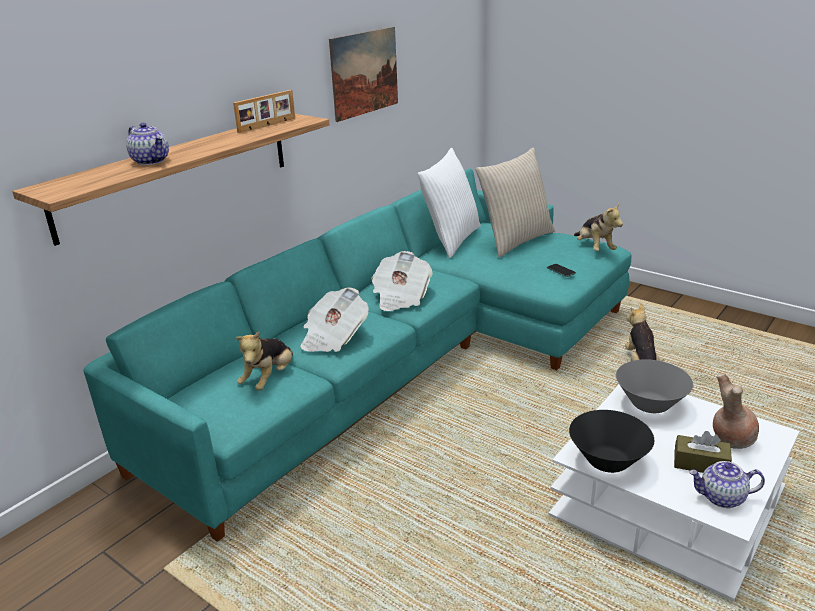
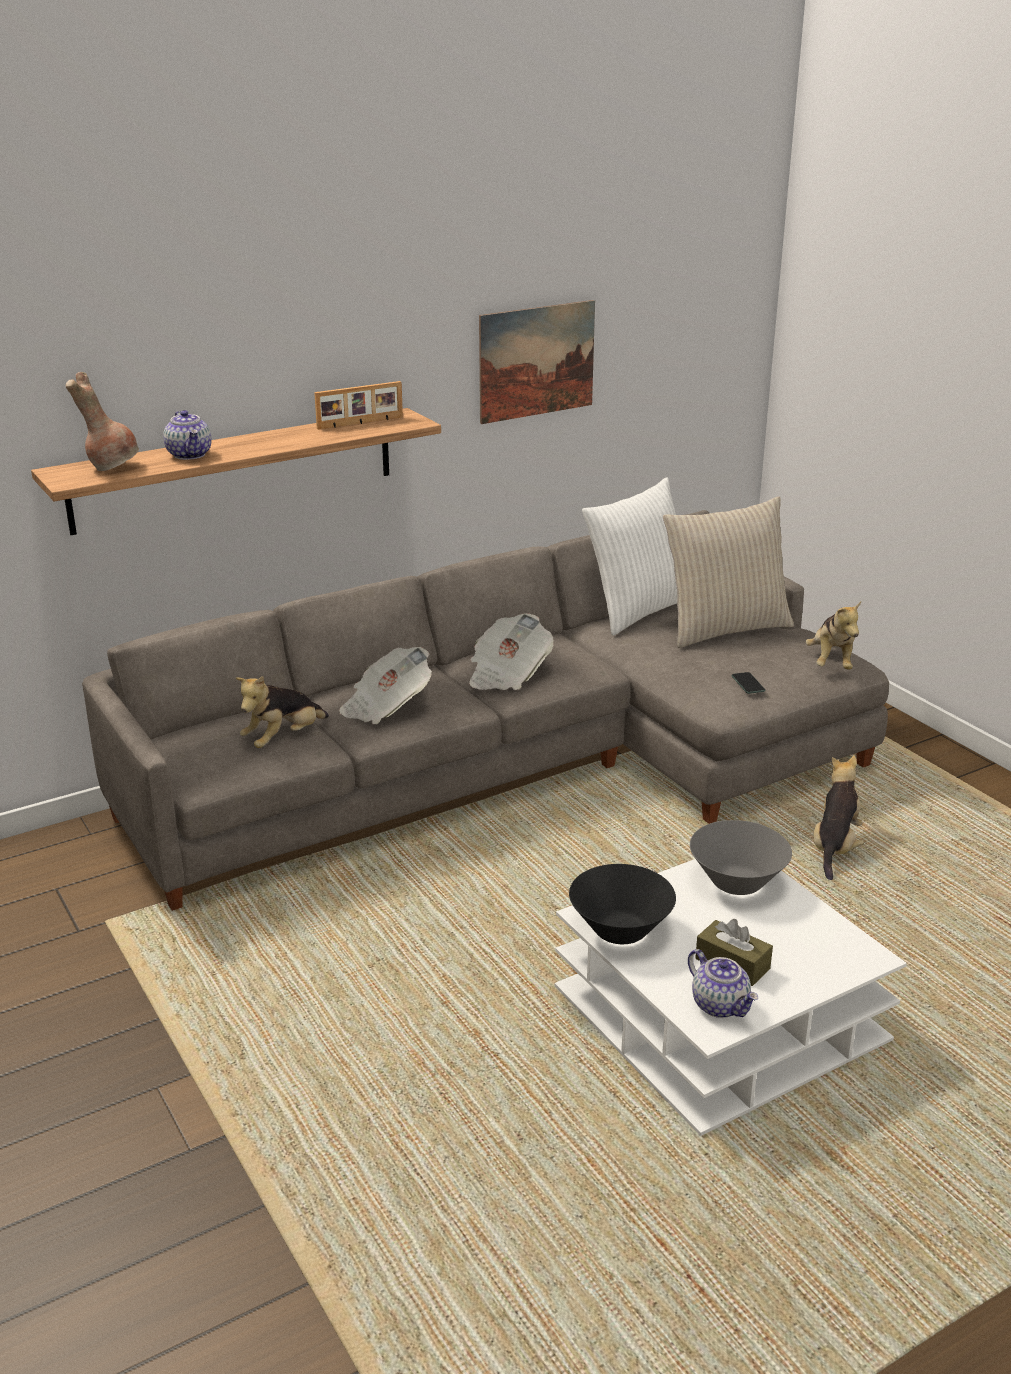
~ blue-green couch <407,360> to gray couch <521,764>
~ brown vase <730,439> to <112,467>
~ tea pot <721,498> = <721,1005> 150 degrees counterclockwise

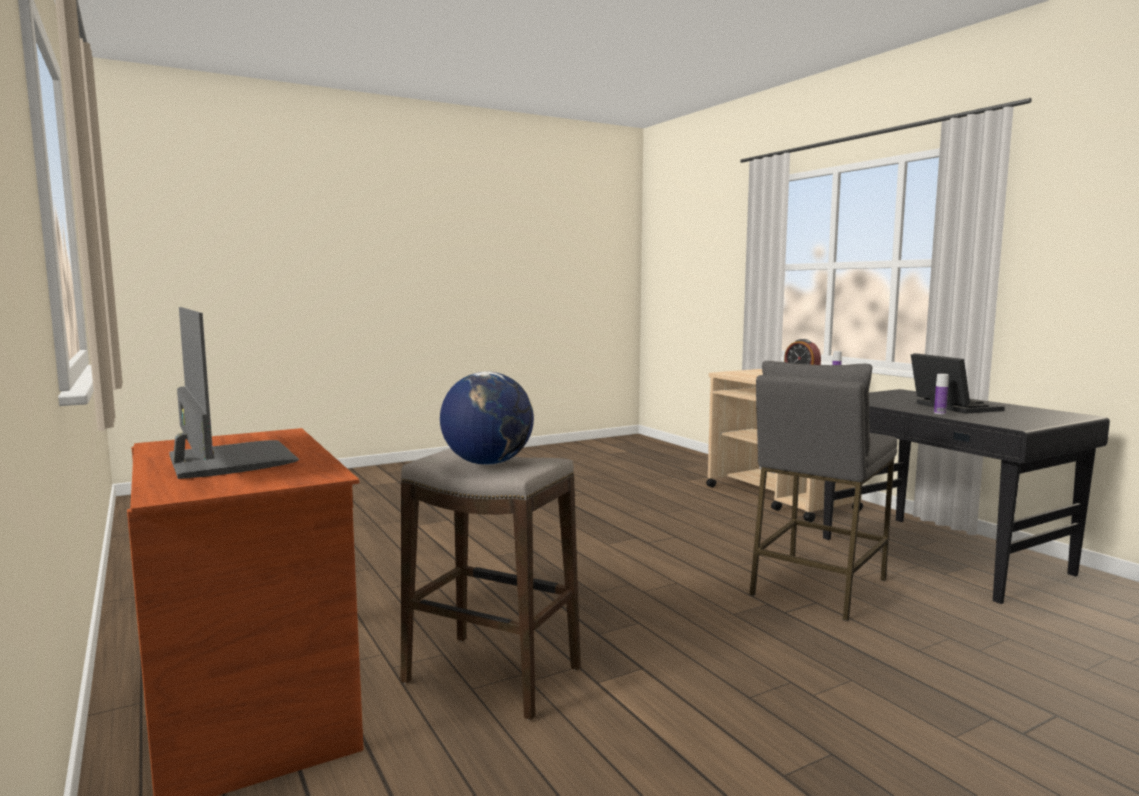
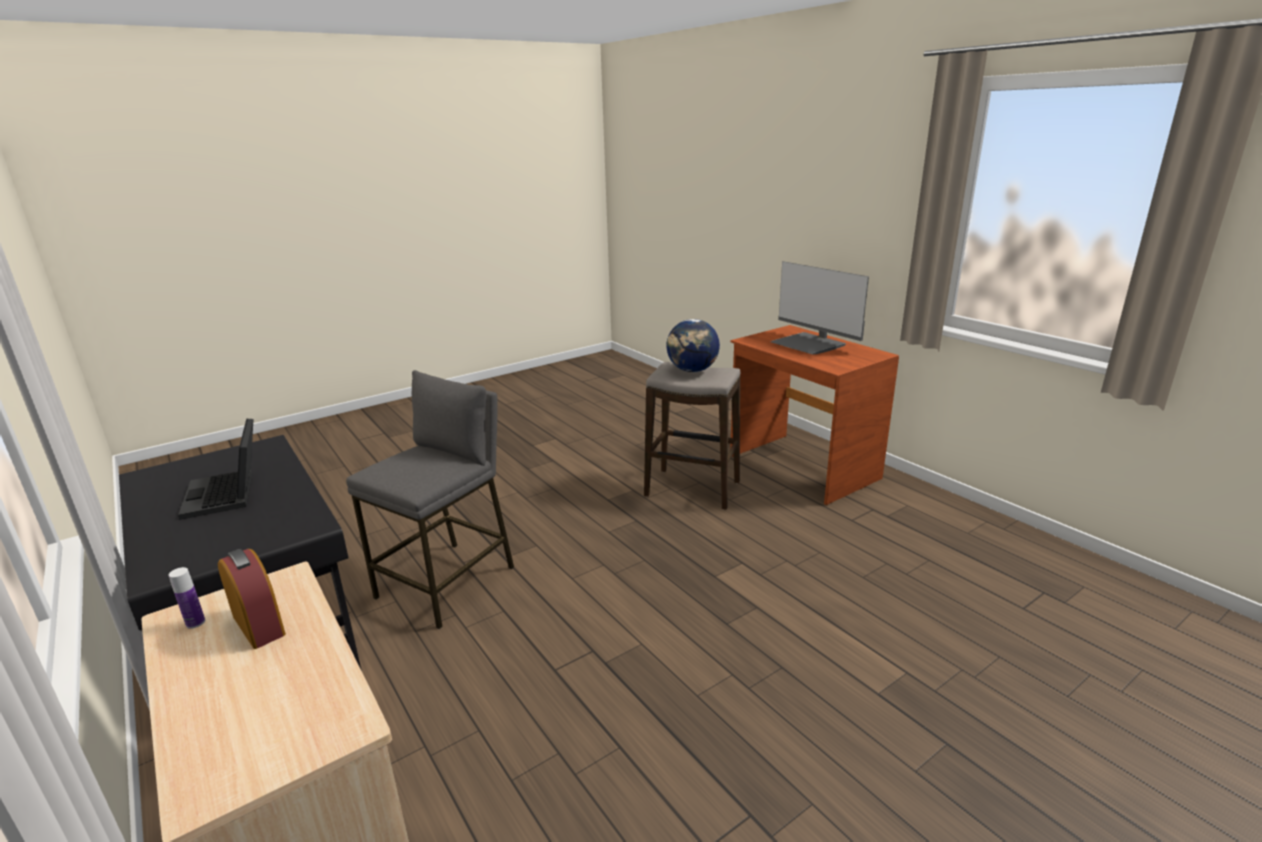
- bottle <939,413>

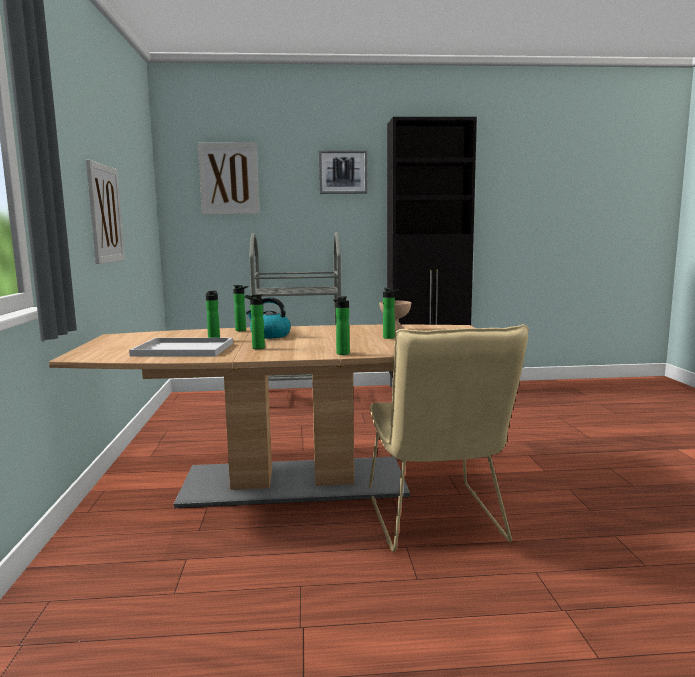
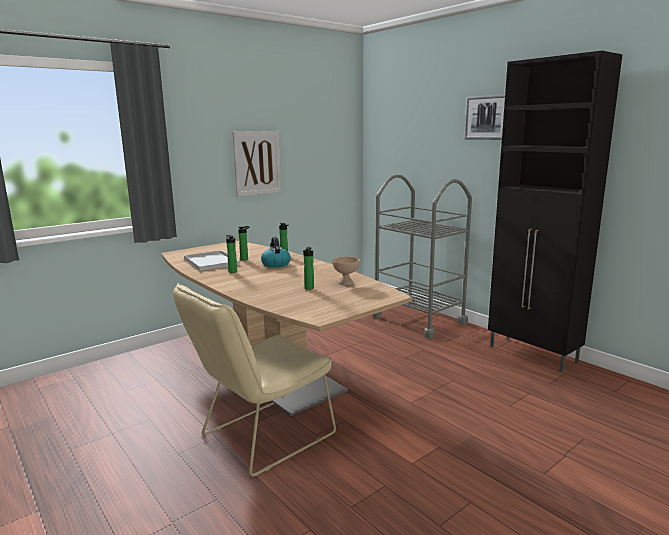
- picture <229,178>
- bottle <342,354>

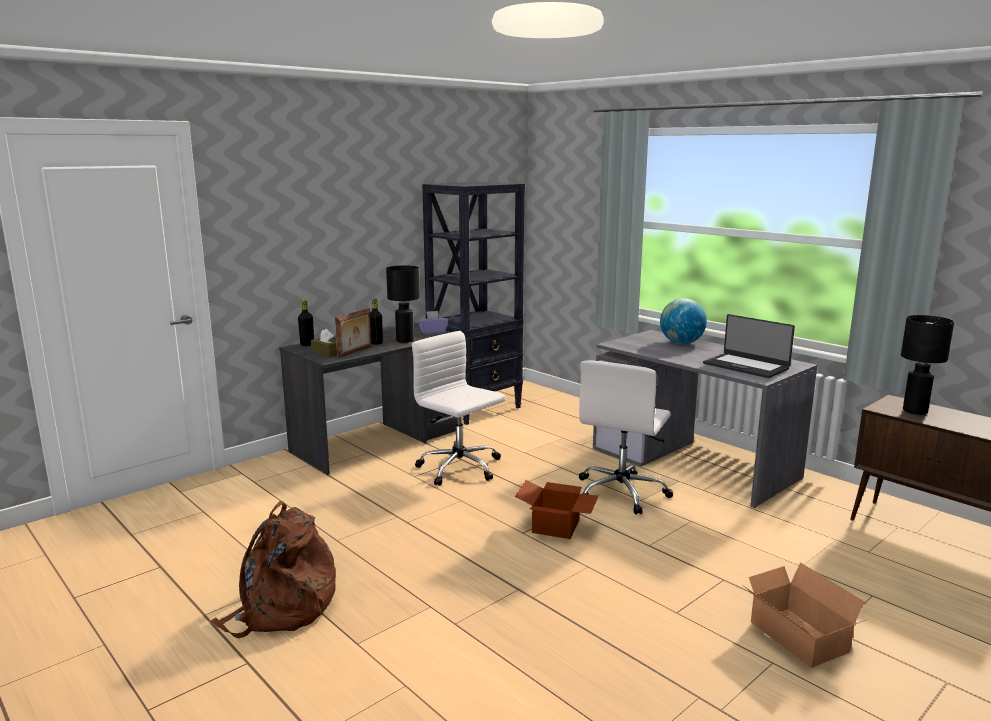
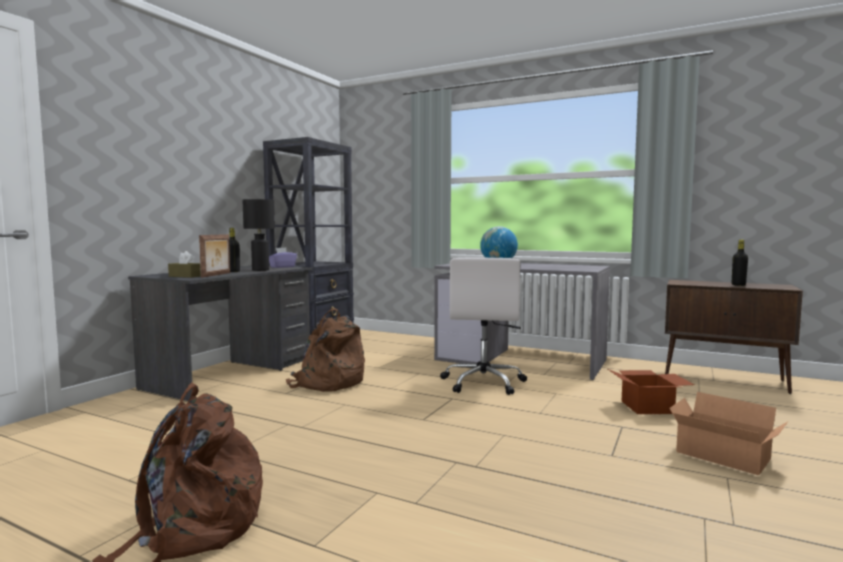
~ black-coloured bottle <307,345> to <738,285>
- laptop <746,366>
- black-coloured tabletop lamp <914,411>
~ white office chair <460,468> to brown knapsack <328,383>
~ packing box <557,527> to <649,407>

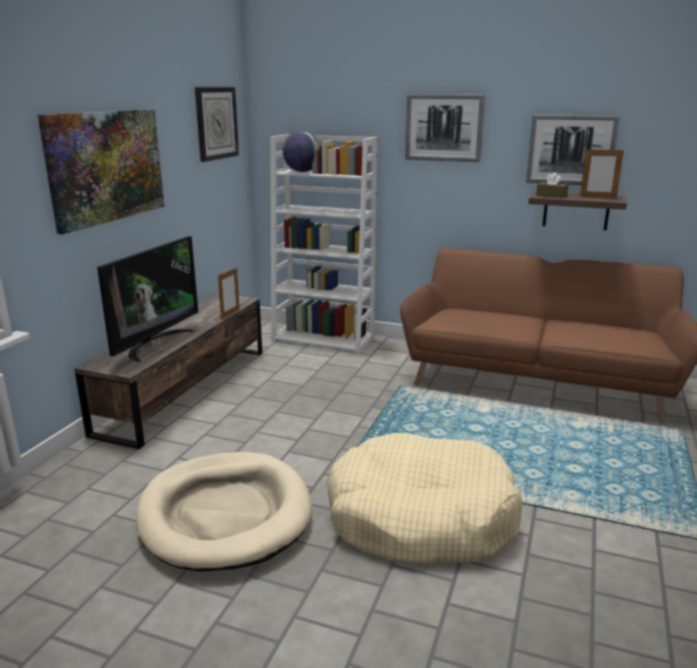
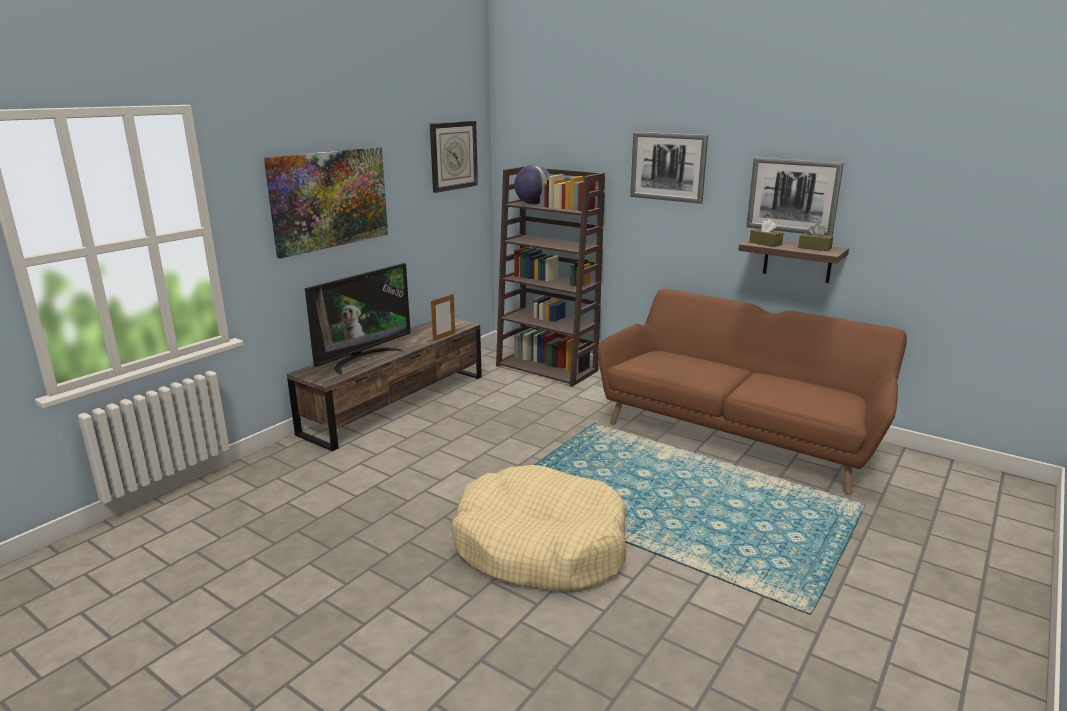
~ white bookcase <324,338> to brown bookcase <548,368>
~ standing frame <598,197> to brown box of tissues <814,248>
- sand-coloured dog bed <225,514>

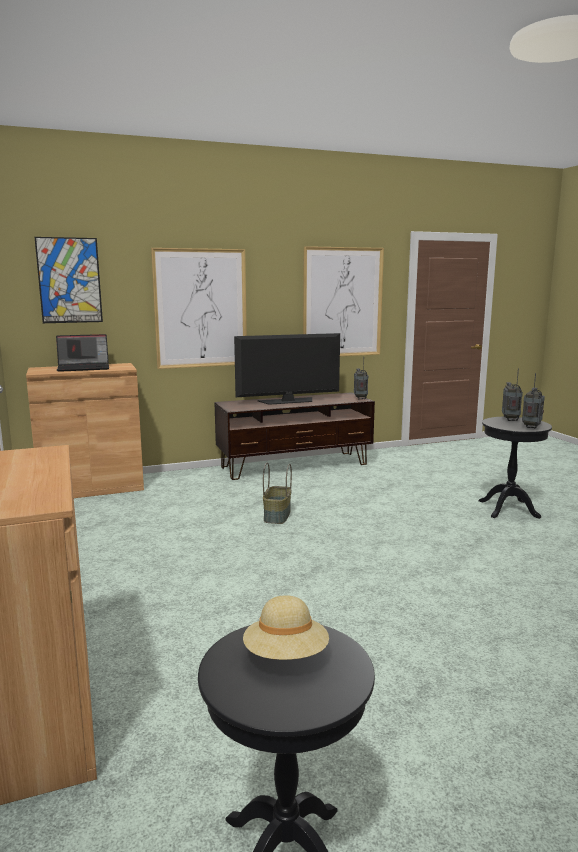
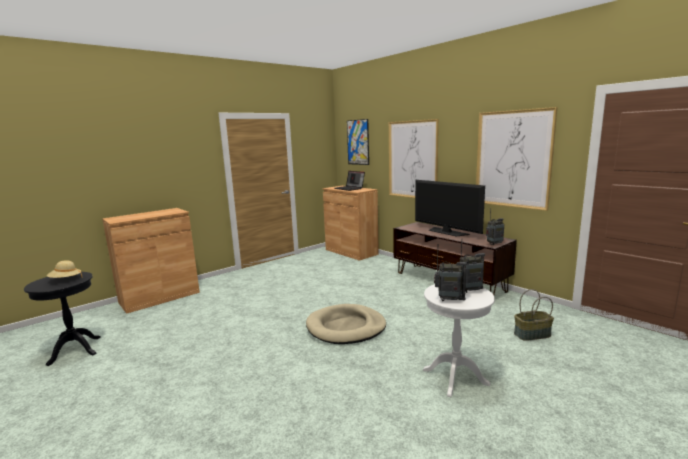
~ black-coloured accent table <508,509> to white accent table <455,377>
~ basket <278,516> to <532,335>
+ sand-coloured dog bed <346,327>

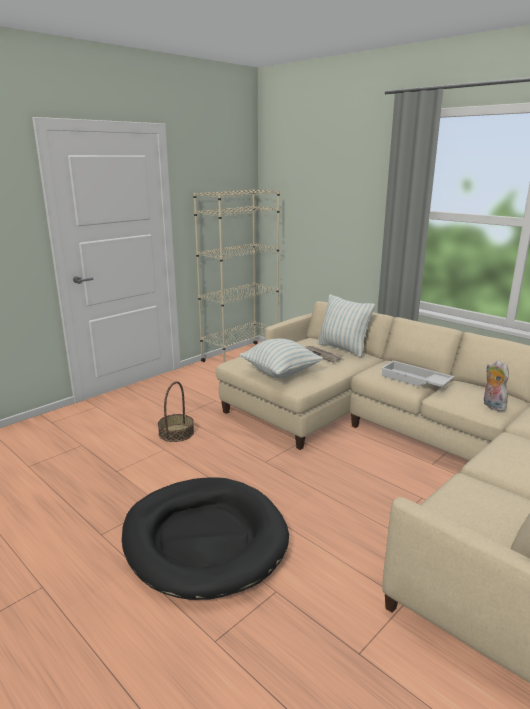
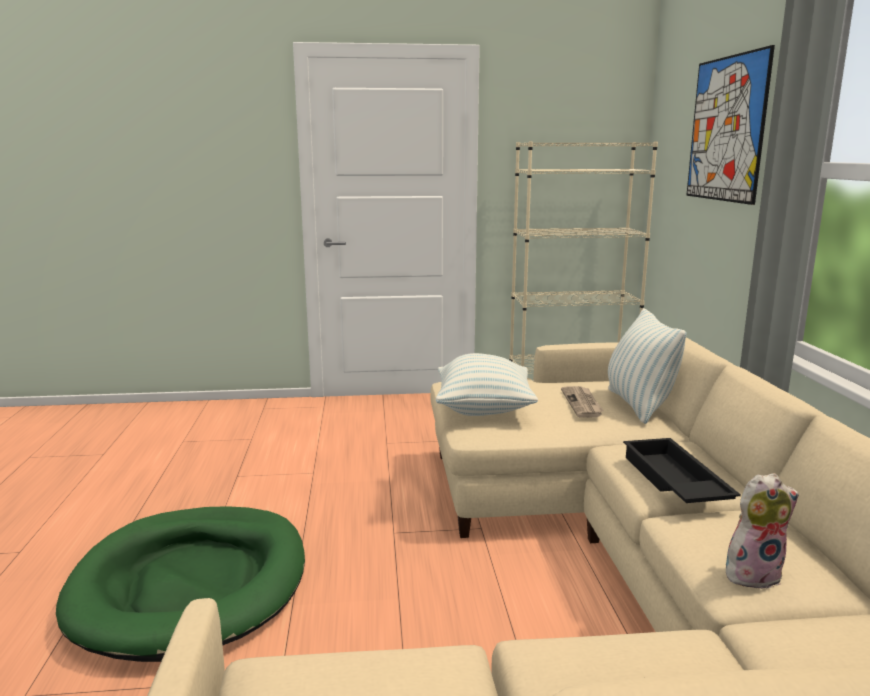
~ white carrying tray <414,380> to black-coloured carrying tray <672,481>
~ cuddly toy <492,406> = <752,573> 60 degrees clockwise
- basket <176,433>
~ black-coloured dog bed <204,539> to green dog bed <191,585>
+ picture <726,129>

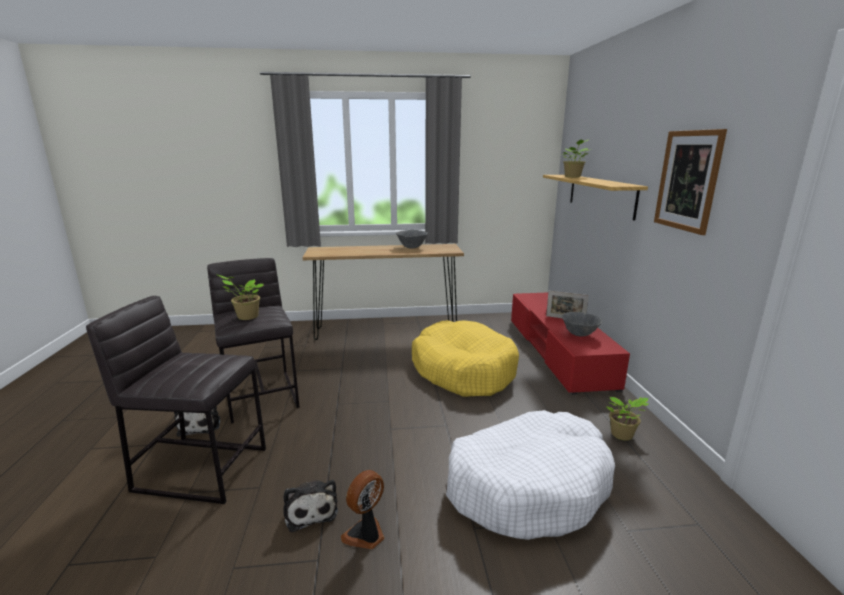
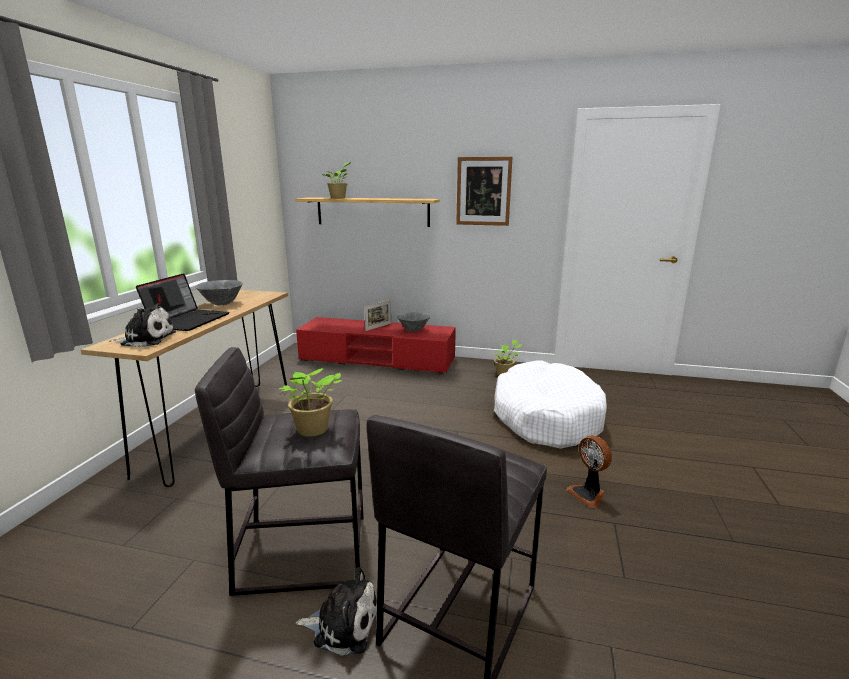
- yellow-coloured dog bed <463,370>
~ cuddly toy <310,509> to <146,339>
+ laptop <189,320>

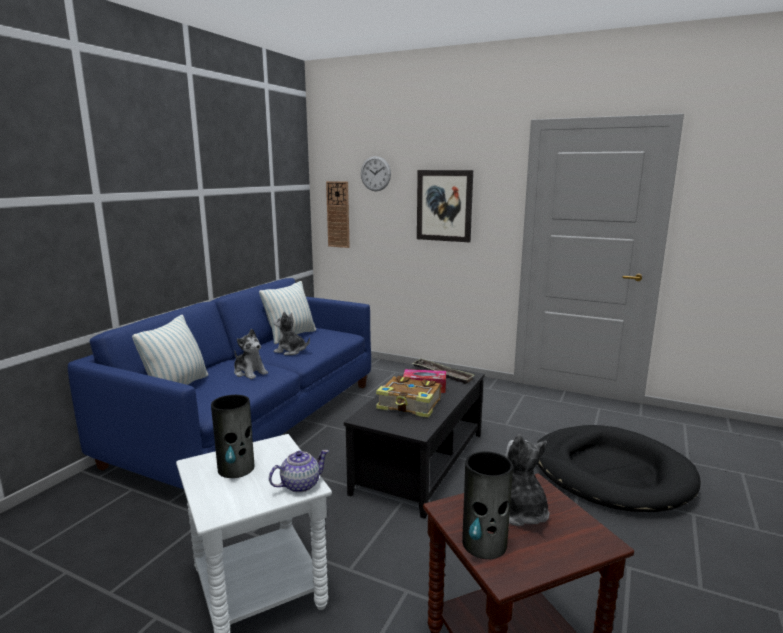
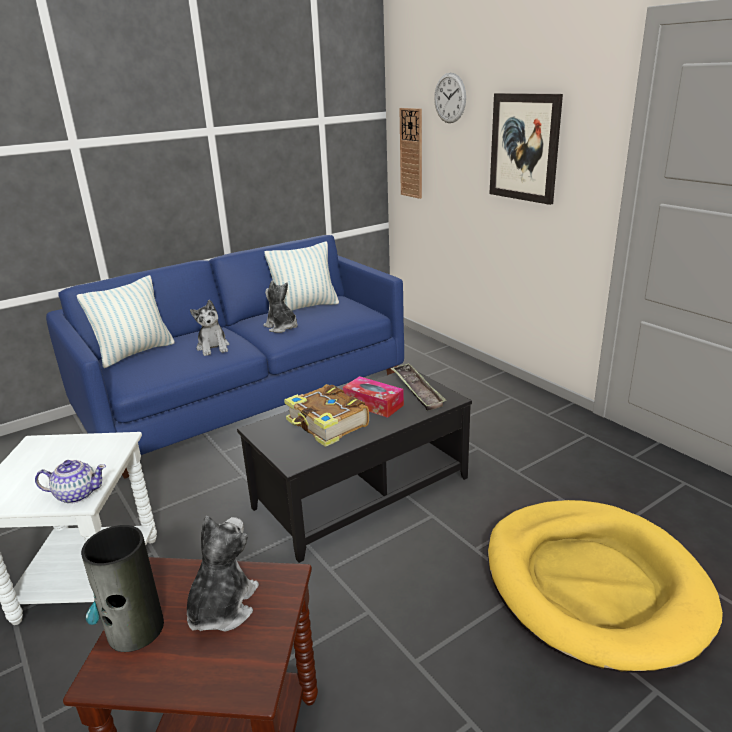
- vase <236,468>
~ black-coloured dog bed <611,473> to yellow-coloured dog bed <593,585>

